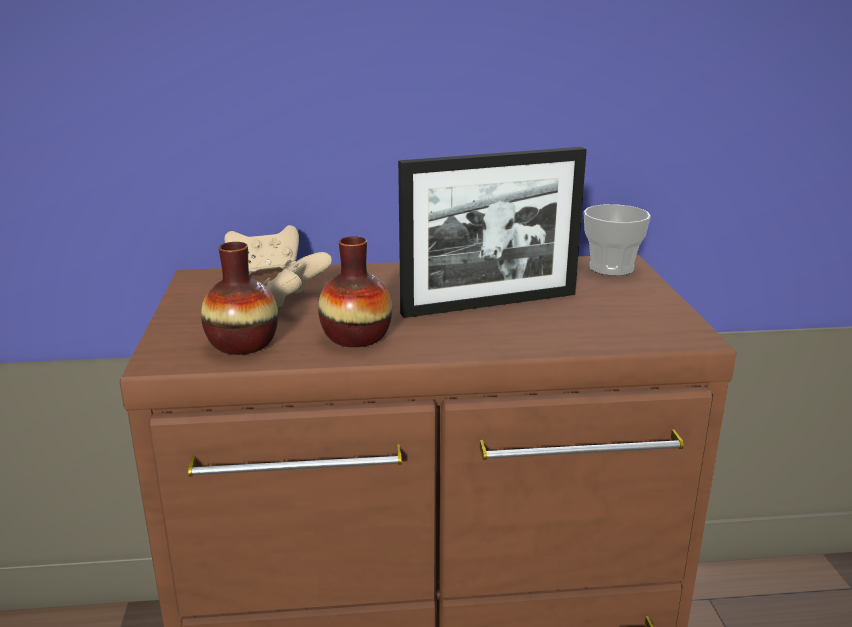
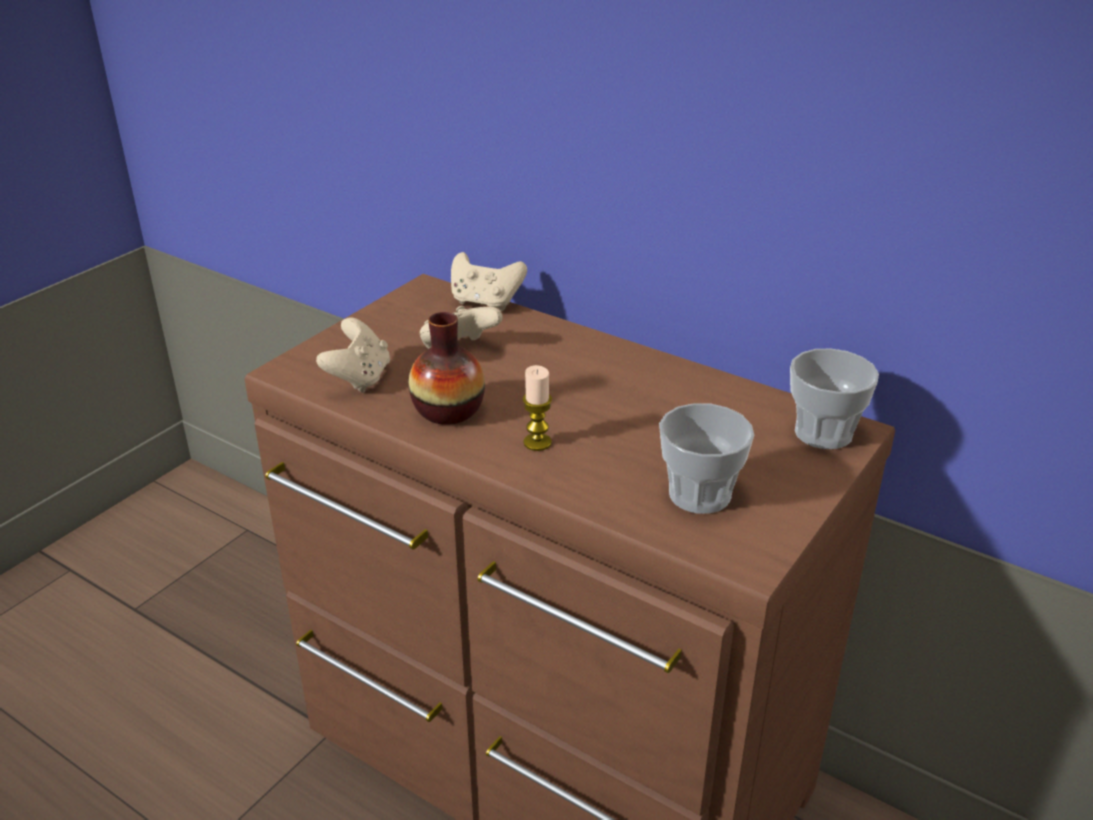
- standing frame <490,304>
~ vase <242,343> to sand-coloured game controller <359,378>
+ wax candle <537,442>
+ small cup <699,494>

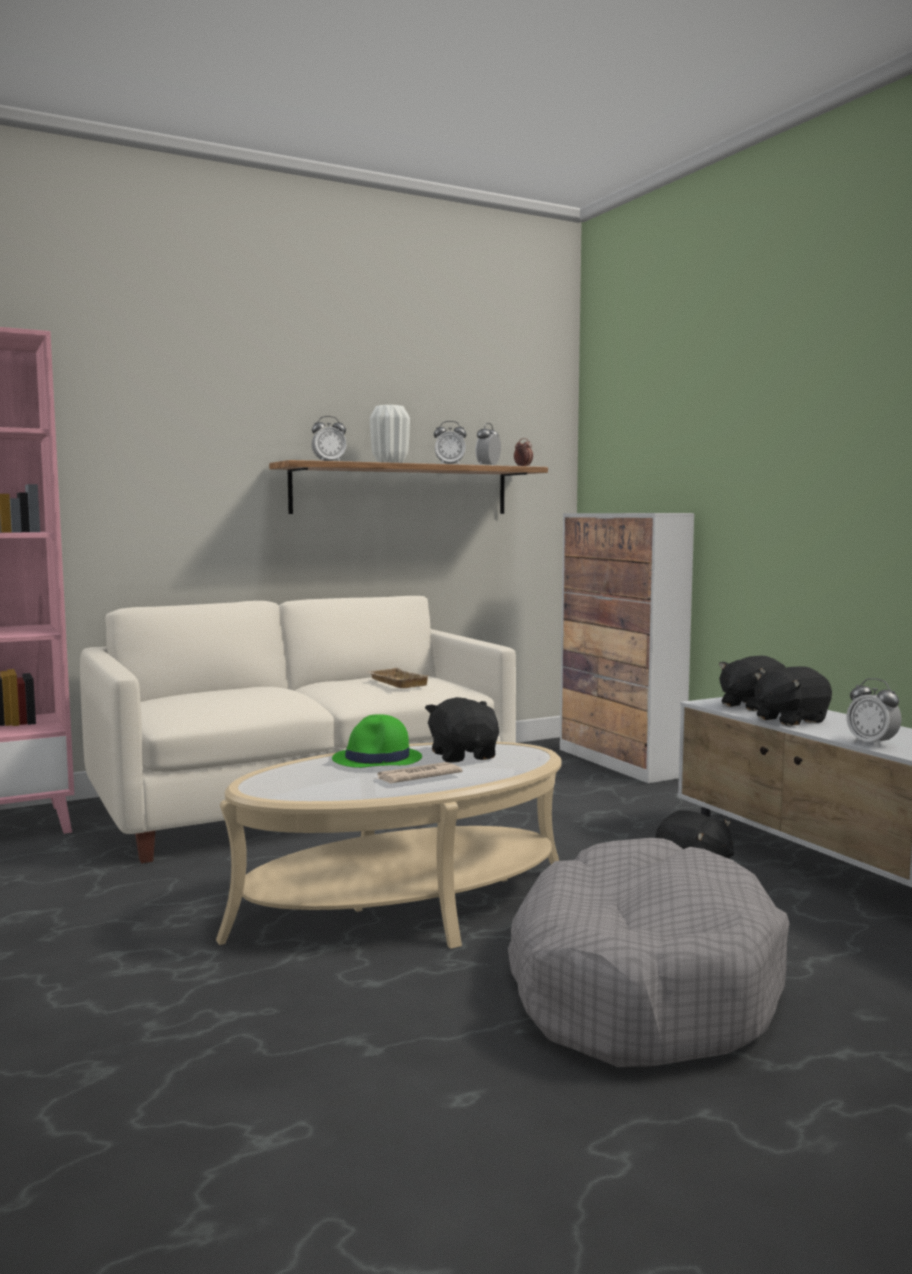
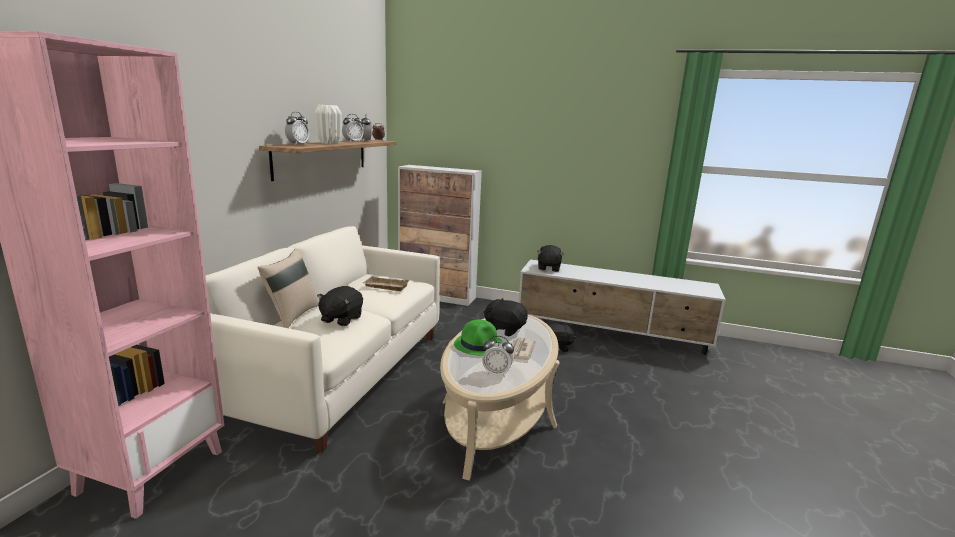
~ black-coloured cuddly toy <789,720> to <341,319>
~ table clock <872,743> to <496,373>
- gray dog bed <641,985>
+ sand-coloured pillow <292,316>

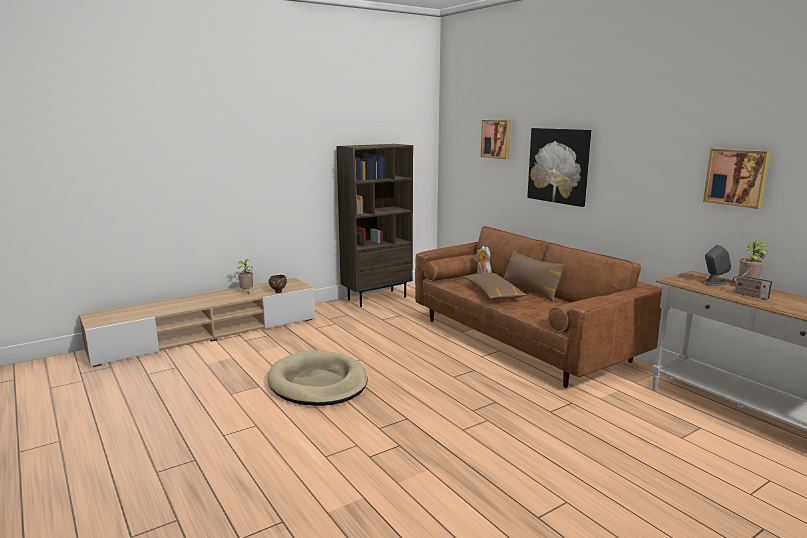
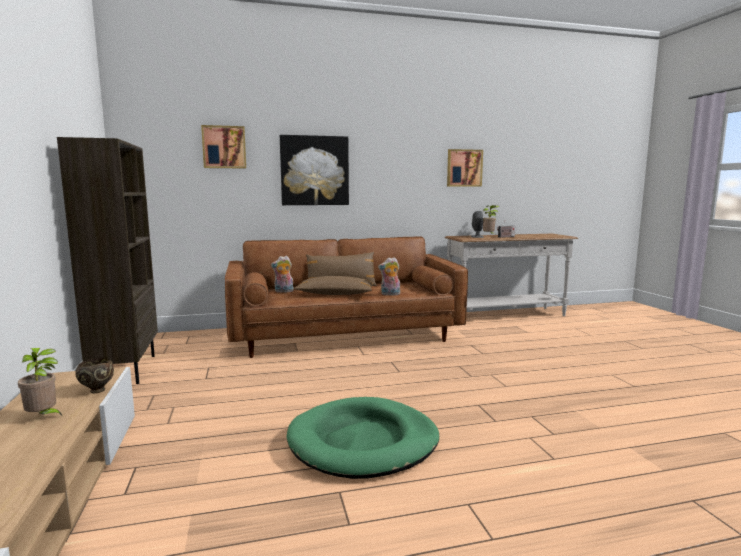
~ sand-coloured dog bed <318,383> to green dog bed <363,442>
+ cuddly toy <390,294>

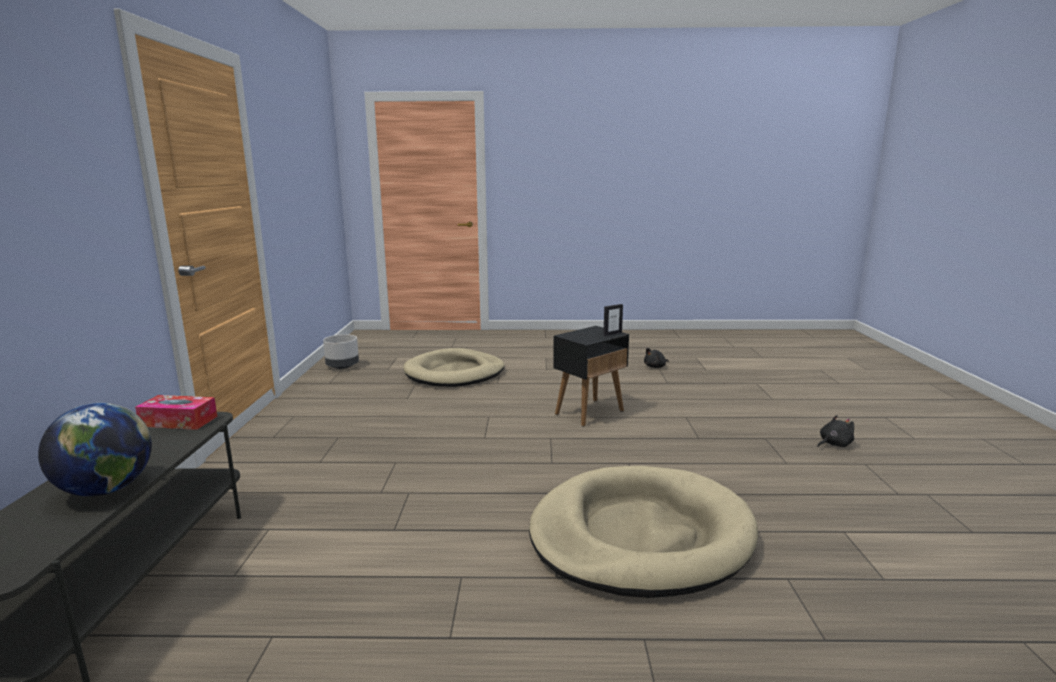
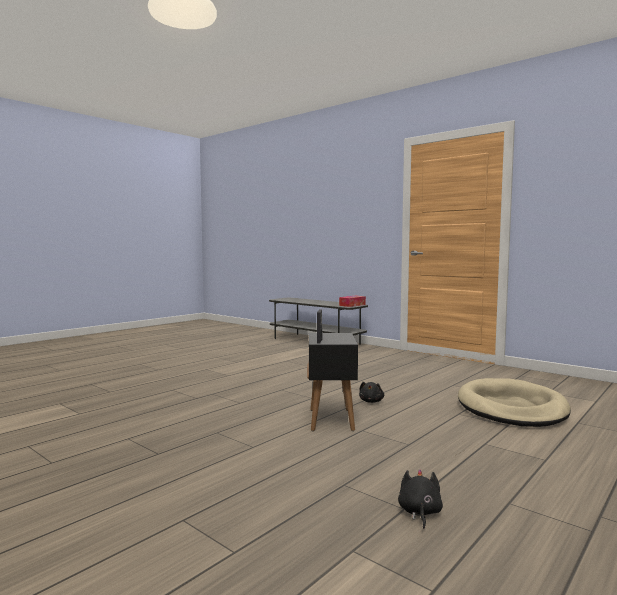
- gray planter <343,366>
- world globe <106,489>
~ black-coloured cuddly toy <833,444> to <371,401>
- sand-coloured dog bed <640,536>

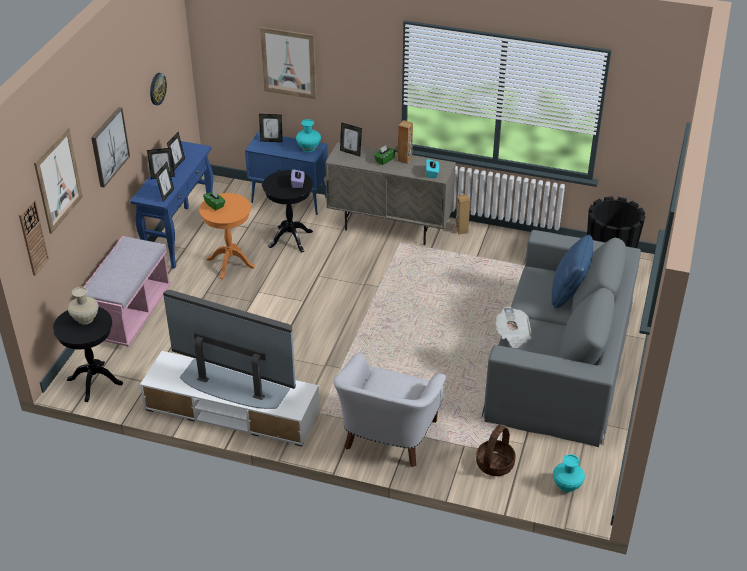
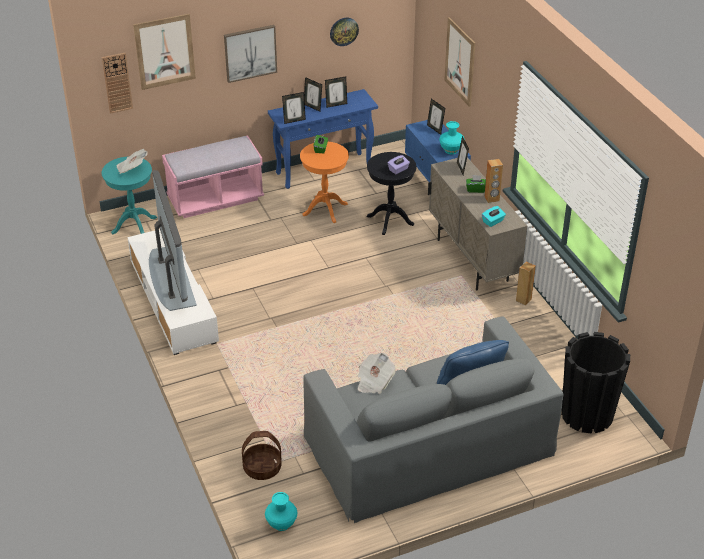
~ sand-coloured vase <85,319> to printed paper <132,168>
~ black-coloured accent table <95,381> to blue-green accent table <134,225>
- white armchair <388,437>

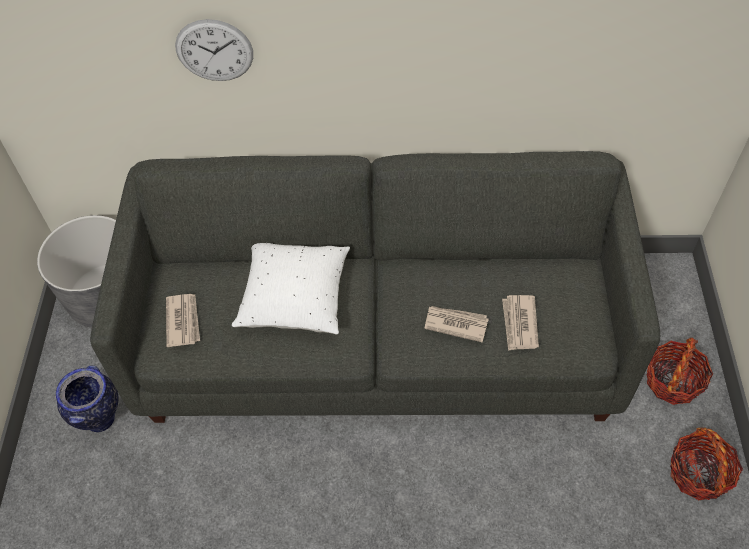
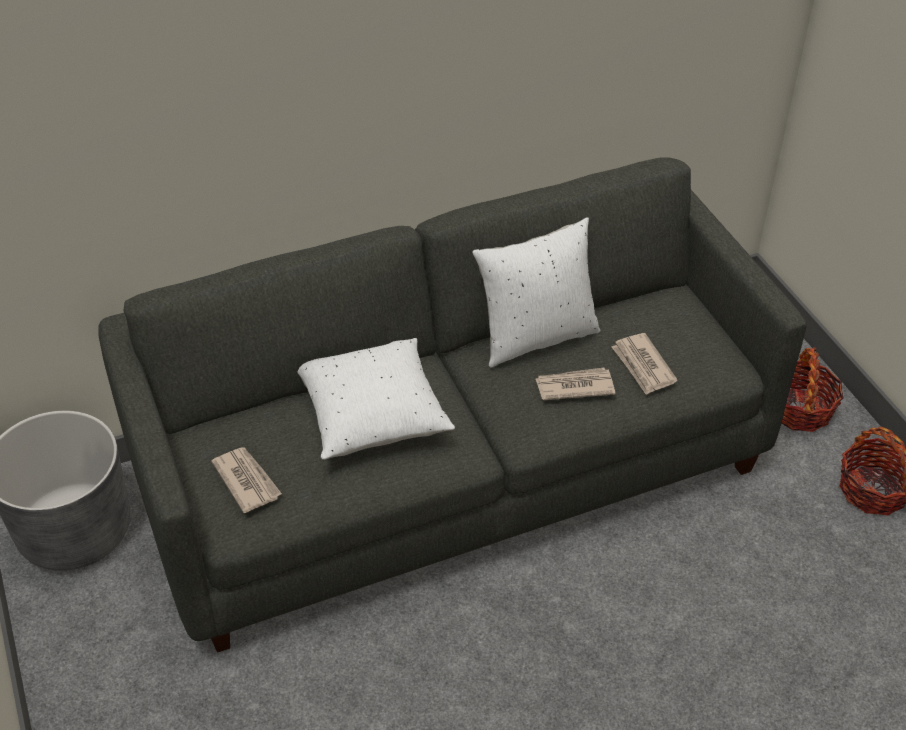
- clock on the wall <214,50>
- vase <100,418>
+ white pillow <536,336>

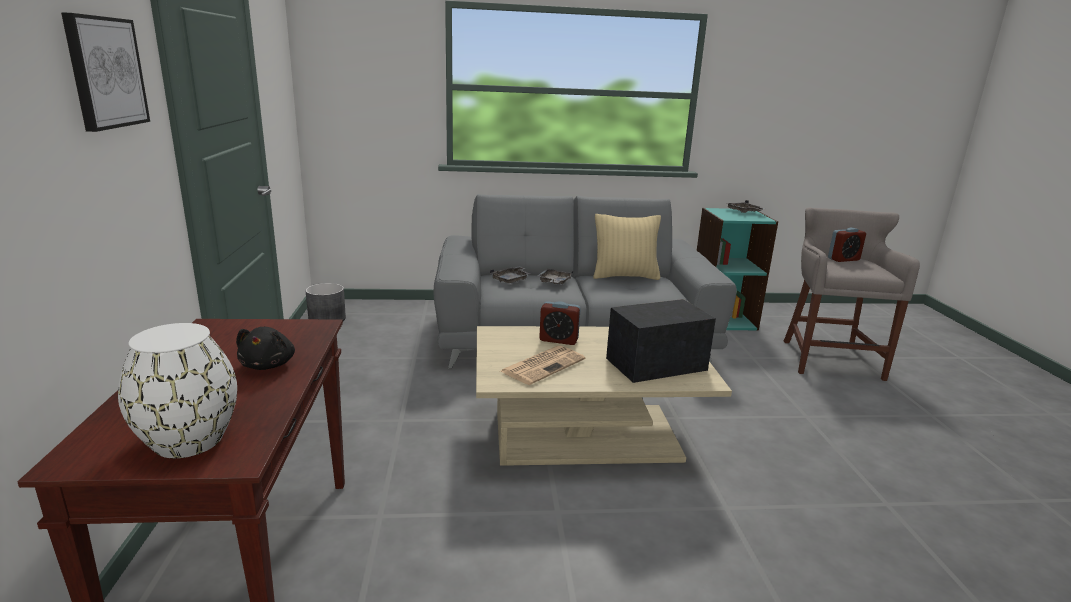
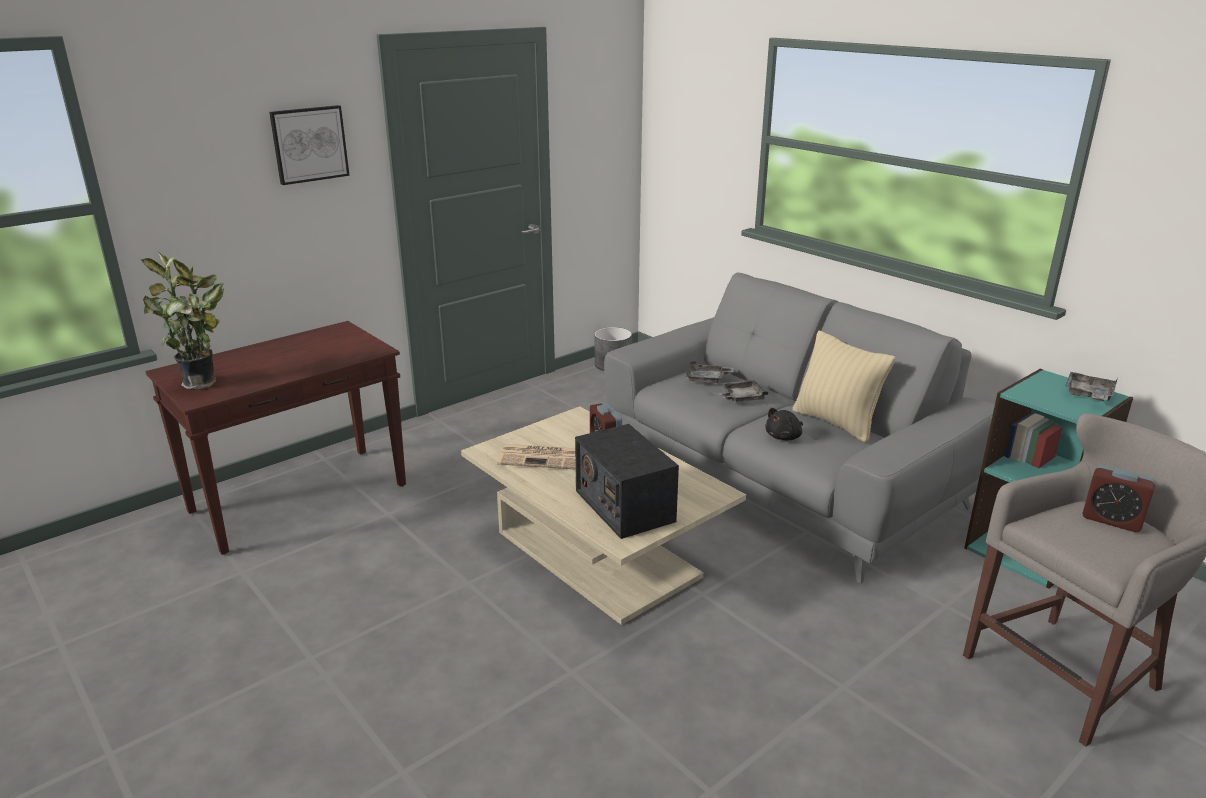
~ radio receiver <656,364> = <624,505> 150 degrees counterclockwise
~ white vase <189,441> to plant in a pot <204,383>
~ black-coloured cuddly toy <269,365> to <784,437>

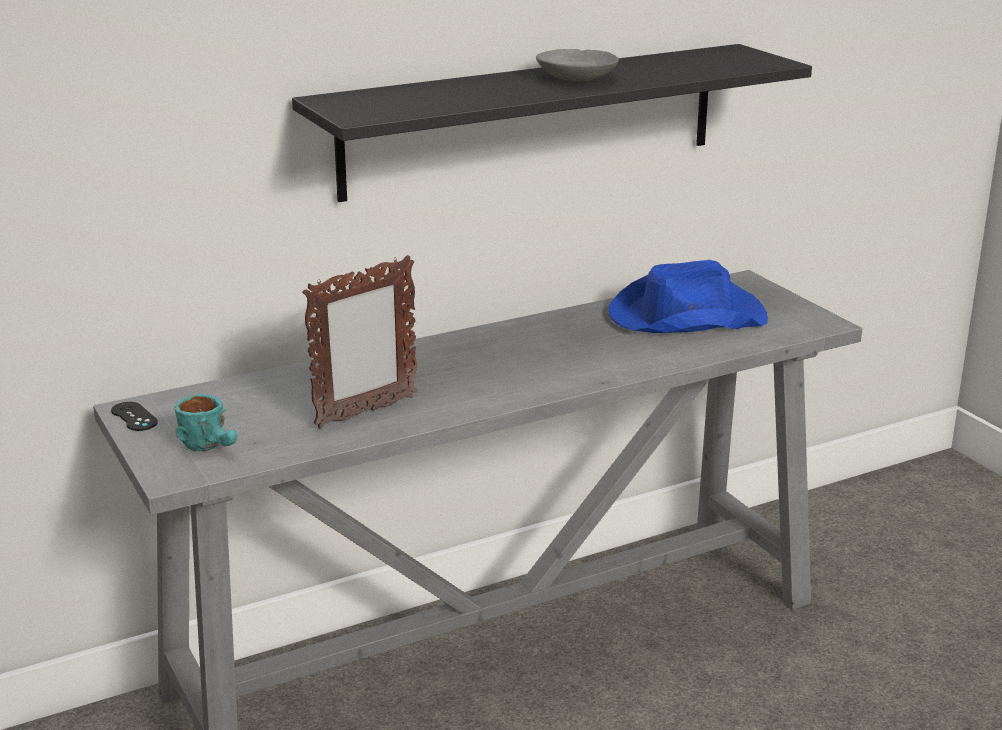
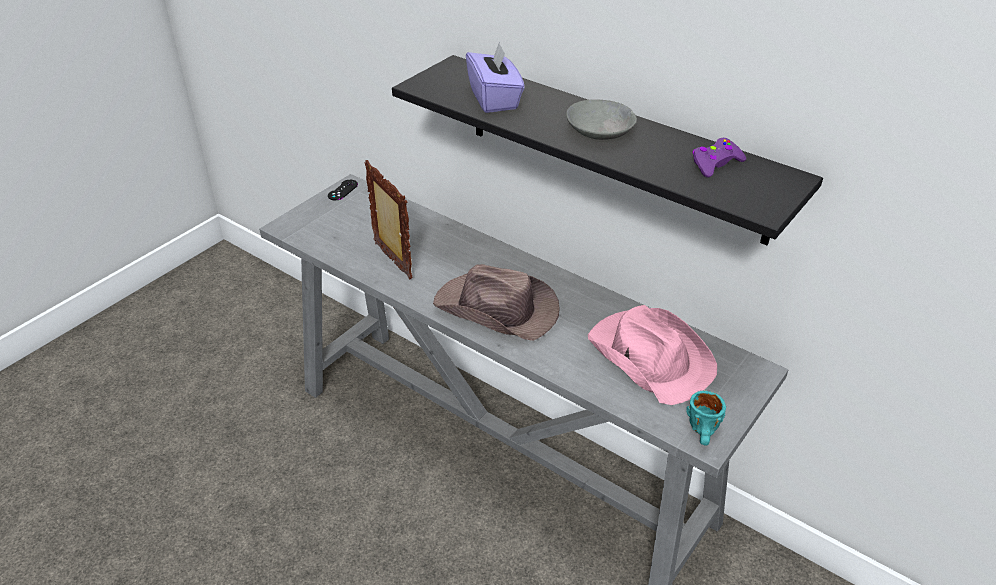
~ standing frame <365,412> = <392,261> 150 degrees counterclockwise
~ blue clothing hat <684,316> to pinkish clothing hat <649,356>
~ blue-green mug <213,447> to <704,434>
+ purple box of tissues <495,99>
+ purple game controller <715,164>
+ brown clothing hat <497,309>

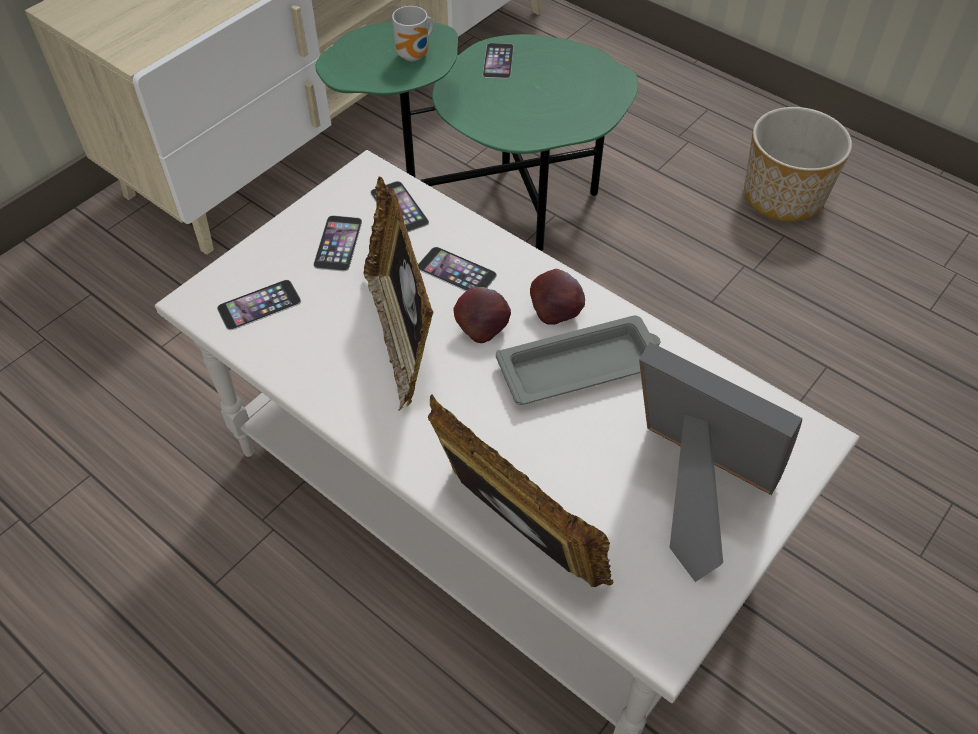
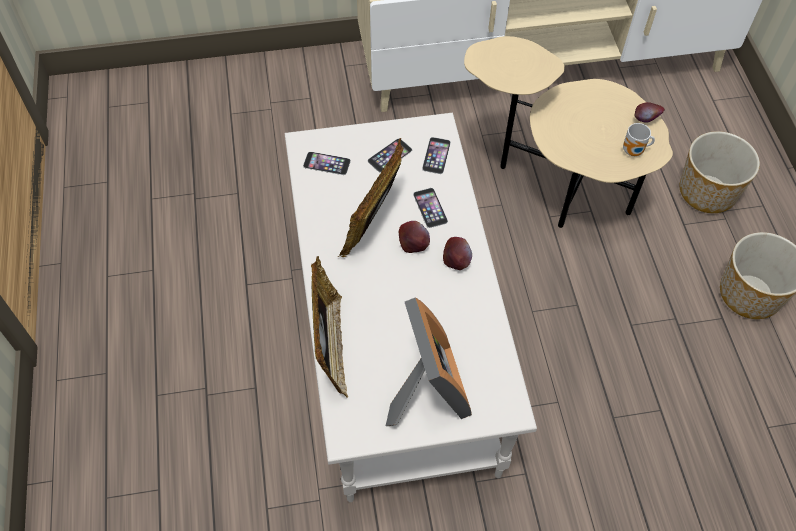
~ mug <415,55> to <634,152>
~ green accent table <495,213> to sand-coloured accent table <556,187>
- telephone <498,61>
- gray carrying tray <582,366>
+ whole apple <645,120>
+ planter <708,192>

